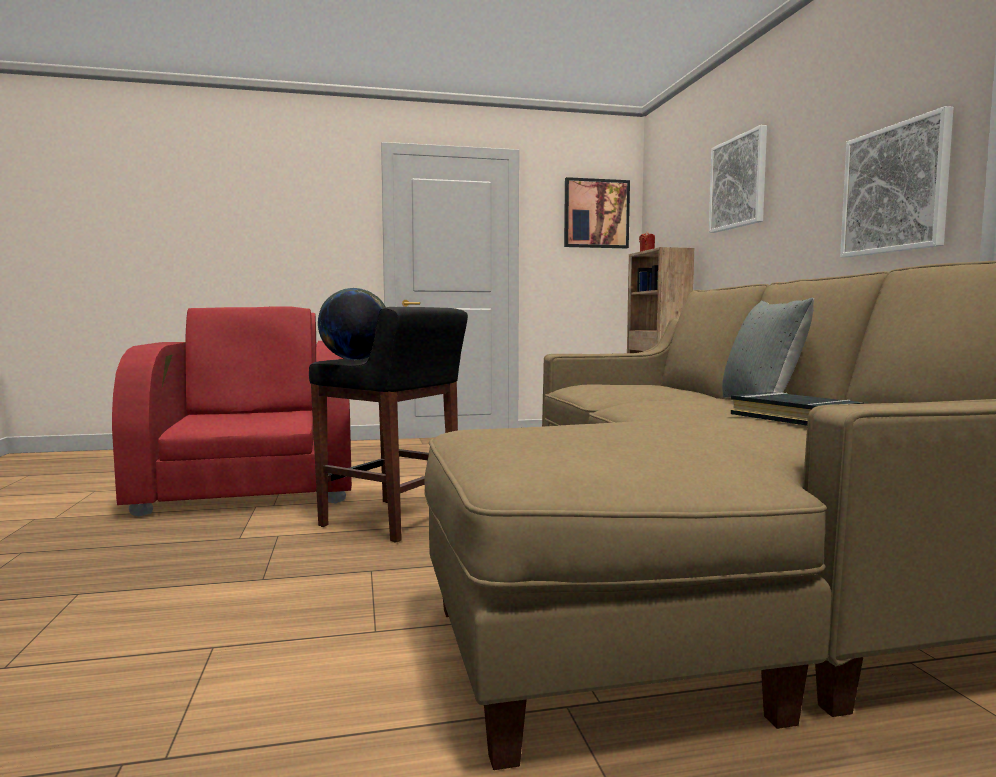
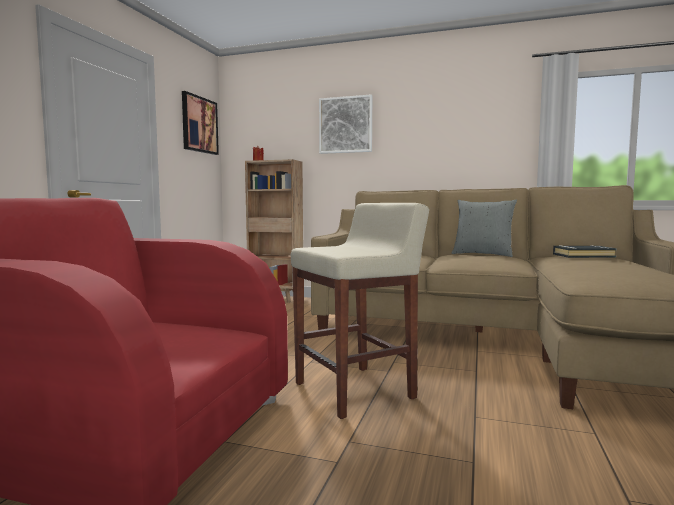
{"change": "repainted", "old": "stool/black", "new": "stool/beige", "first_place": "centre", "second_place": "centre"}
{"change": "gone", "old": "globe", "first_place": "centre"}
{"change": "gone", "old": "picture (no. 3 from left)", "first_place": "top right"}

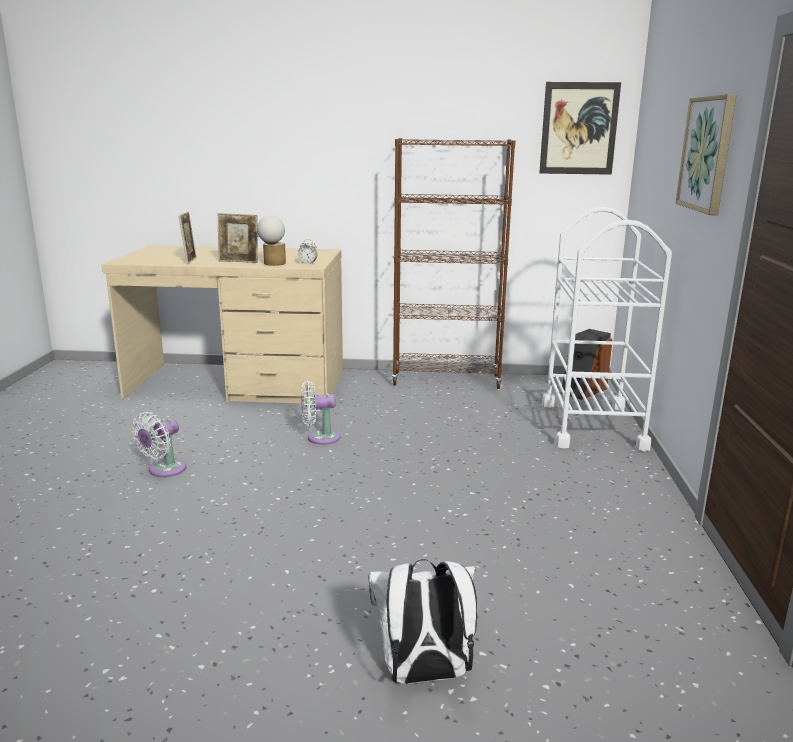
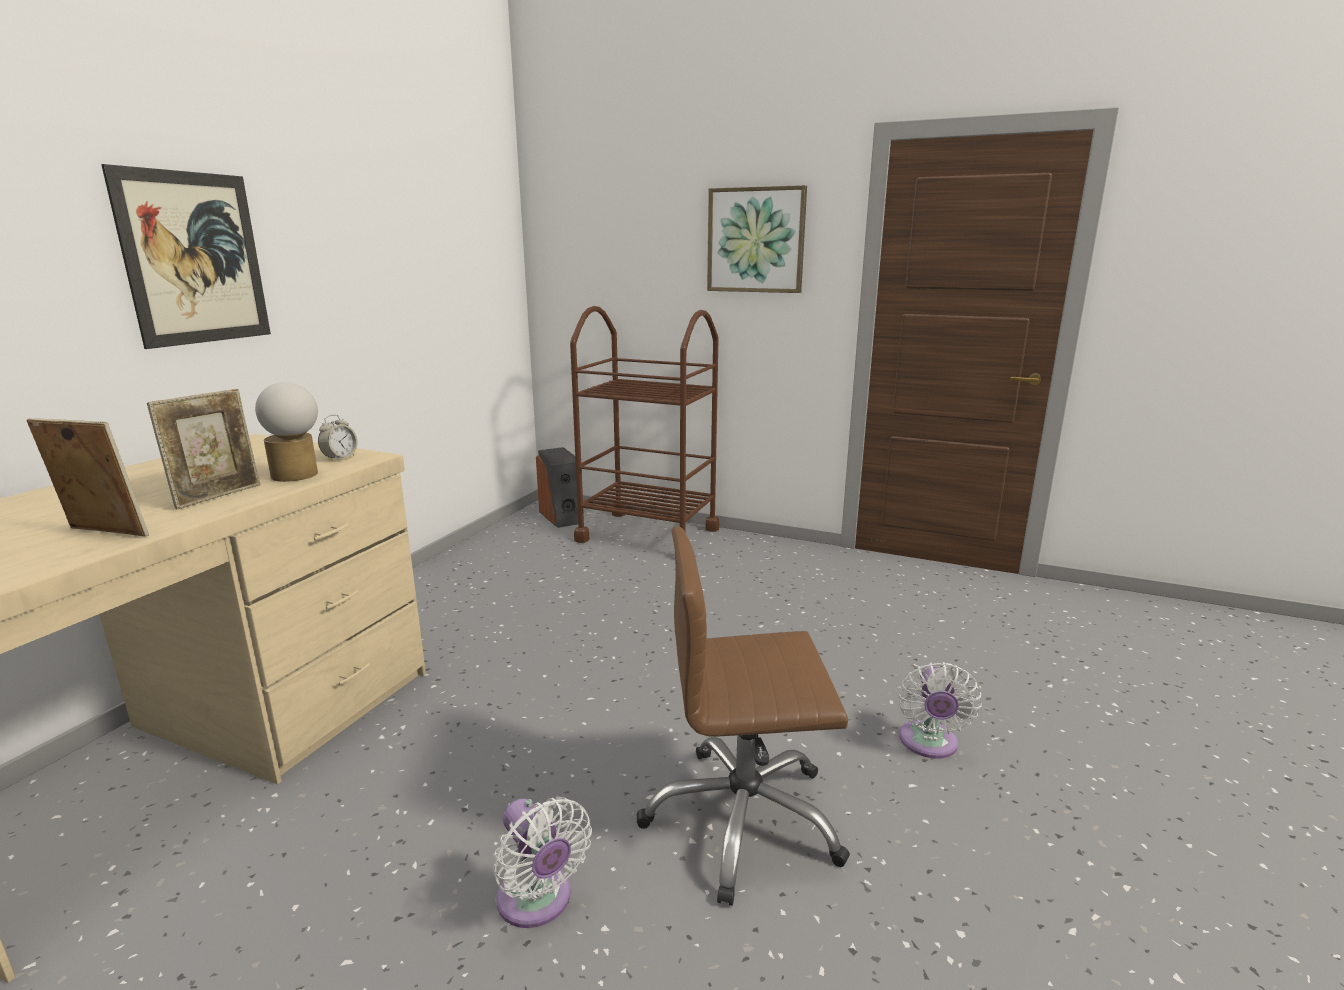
{"change": "shifted", "old": "fan/white (no. 2 from left)", "first_place": "centre", "second_place": "bottom right"}
{"change": "gone", "old": "backpack/white", "first_place": "bottom centre"}
{"change": "gone", "old": "bookcase/brown", "first_place": "centre"}
{"change": "shifted", "old": "picture (no. 1 from left)", "first_place": "top right", "second_place": "top left"}
{"change": "repainted", "old": "cart/white", "new": "cart/brown", "first_place": "middle right", "second_place": "centre"}
{"change": "new", "new": "office chair/brown", "second_place": "bottom centre"}

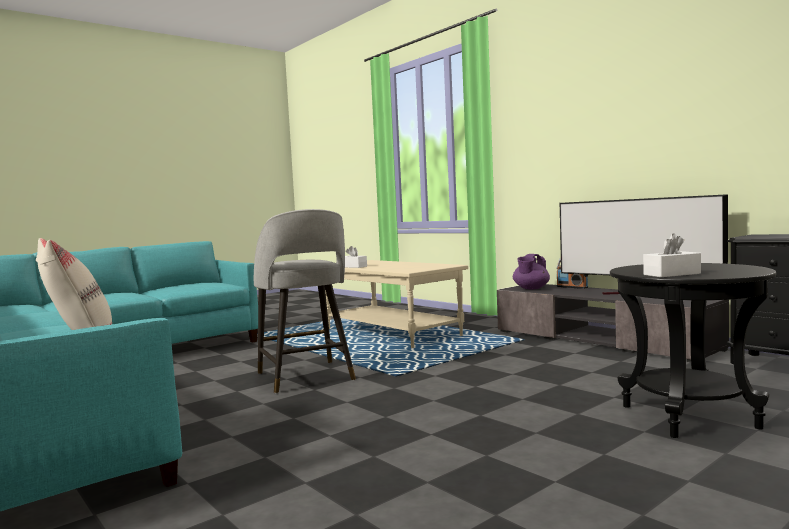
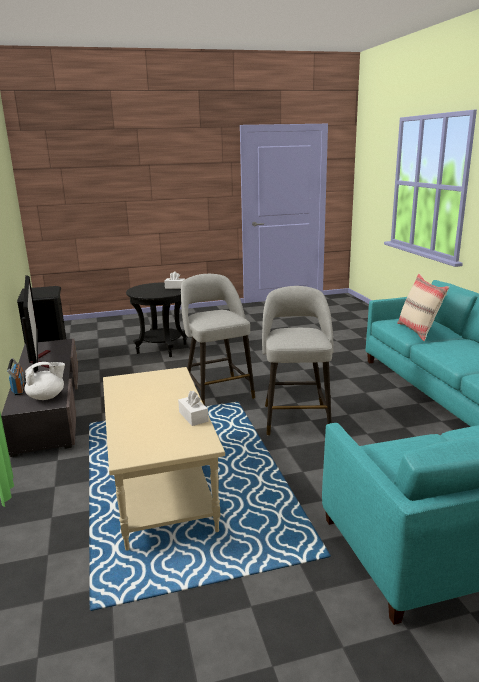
{"change": "repainted", "old": "teapot/purple", "new": "teapot/white", "first_place": "middle right", "second_place": "middle left"}
{"change": "new", "new": "stool/grey (no. 1 from left)", "second_place": "centre"}

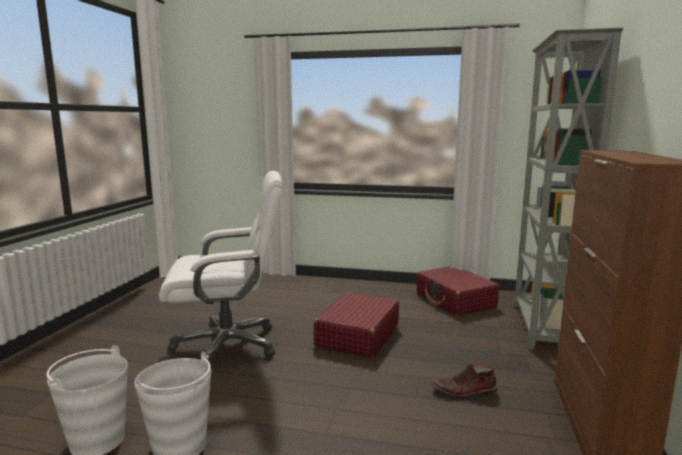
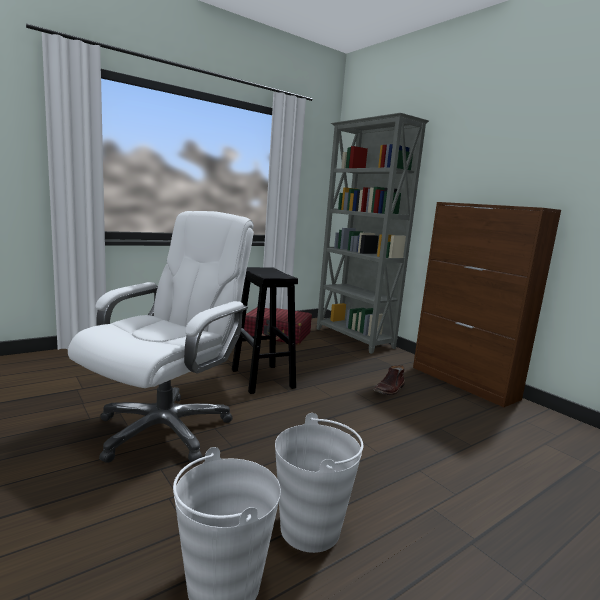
{"change": "swapped", "old": "suitcase/red (no. 1 from left)", "new": "stool/black", "first_place": "bottom centre", "second_place": "centre"}

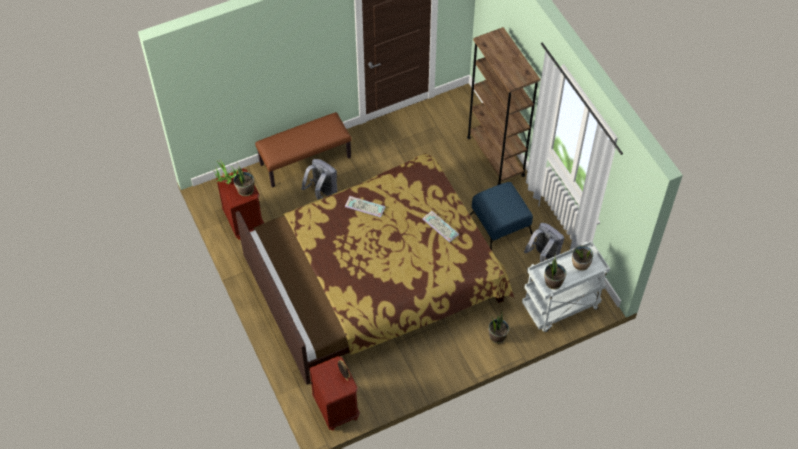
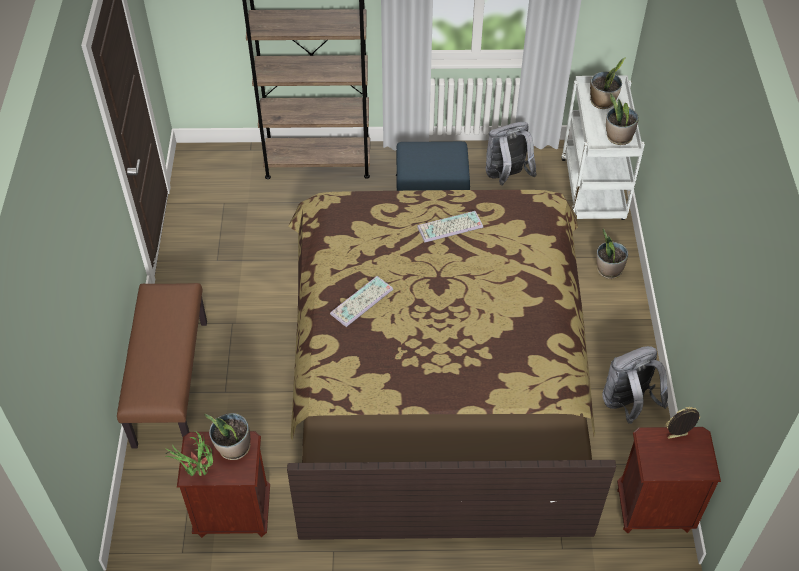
{"change": "shifted", "old": "backpack/grey (no. 1 from left in the first image)", "new": "backpack/grey (no. 2 from left)", "first_place": "centre", "second_place": "bottom right"}

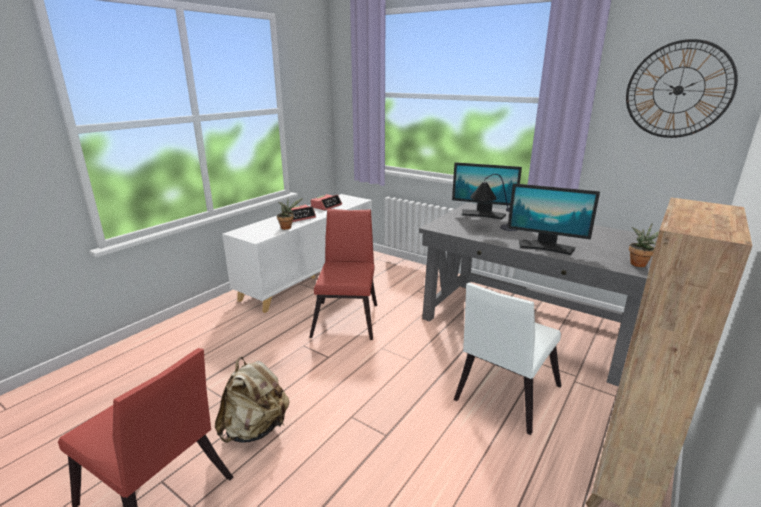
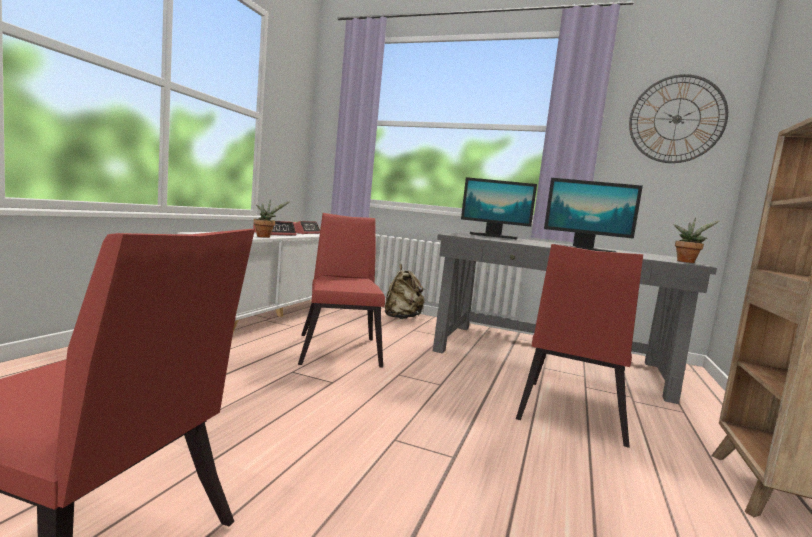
{"change": "shifted", "old": "backpack/beige", "first_place": "bottom left", "second_place": "centre"}
{"change": "repainted", "old": "chair/white", "new": "chair/red (no. 3 from left)", "first_place": "bottom centre", "second_place": "middle right"}
{"change": "gone", "old": "table lamp", "first_place": "centre"}

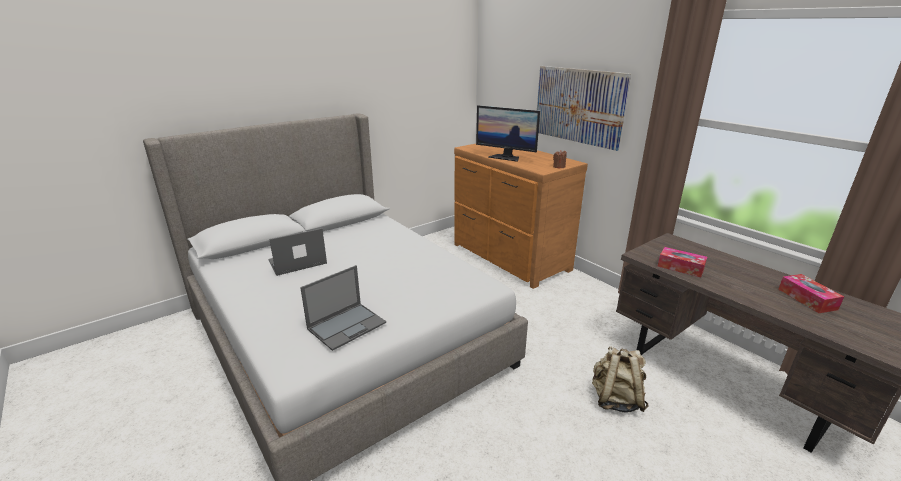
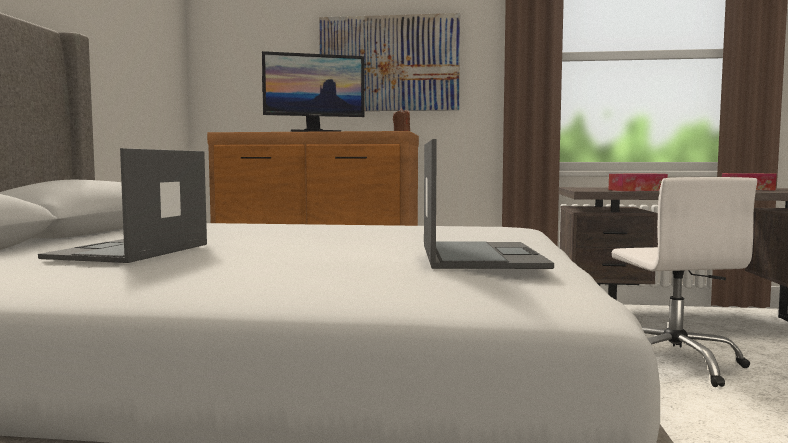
{"change": "swapped", "old": "backpack/beige", "new": "office chair/white", "first_place": "bottom right", "second_place": "middle right"}

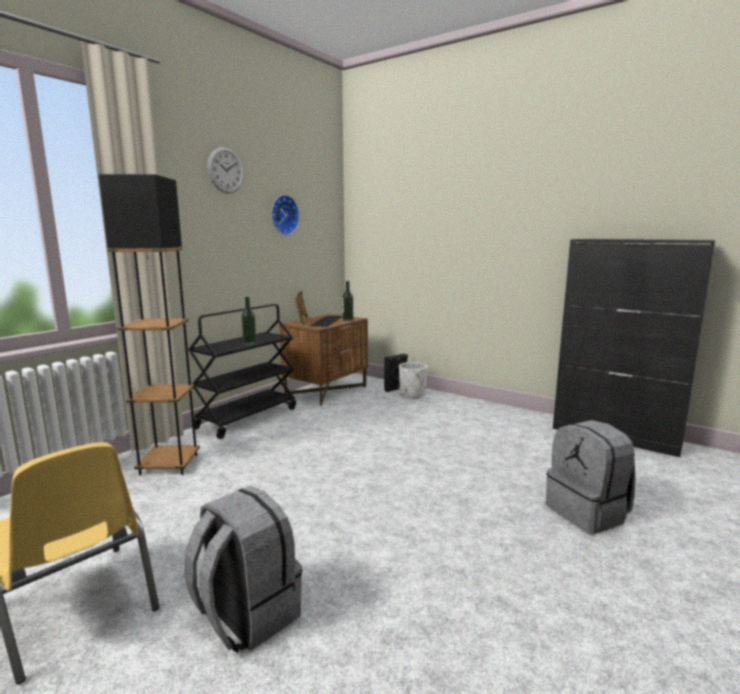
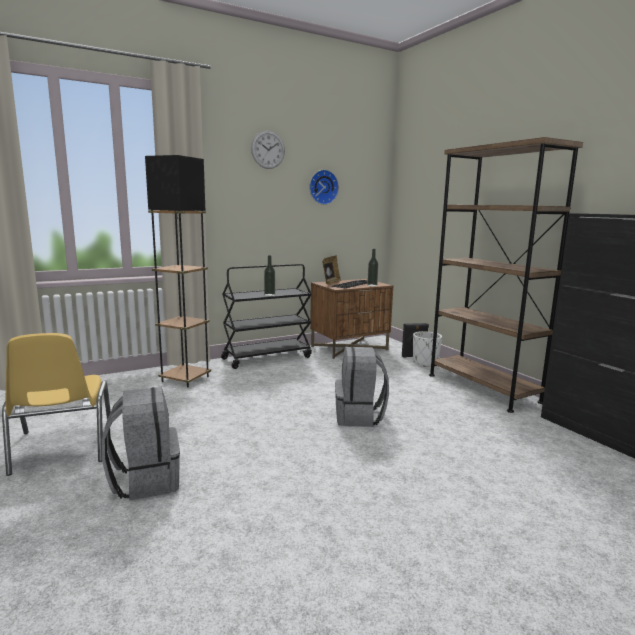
{"change": "shifted", "old": "backpack/grey (no. 2 from left)", "first_place": "bottom right", "second_place": "centre"}
{"change": "new", "new": "bookcase/brown", "second_place": "middle right"}

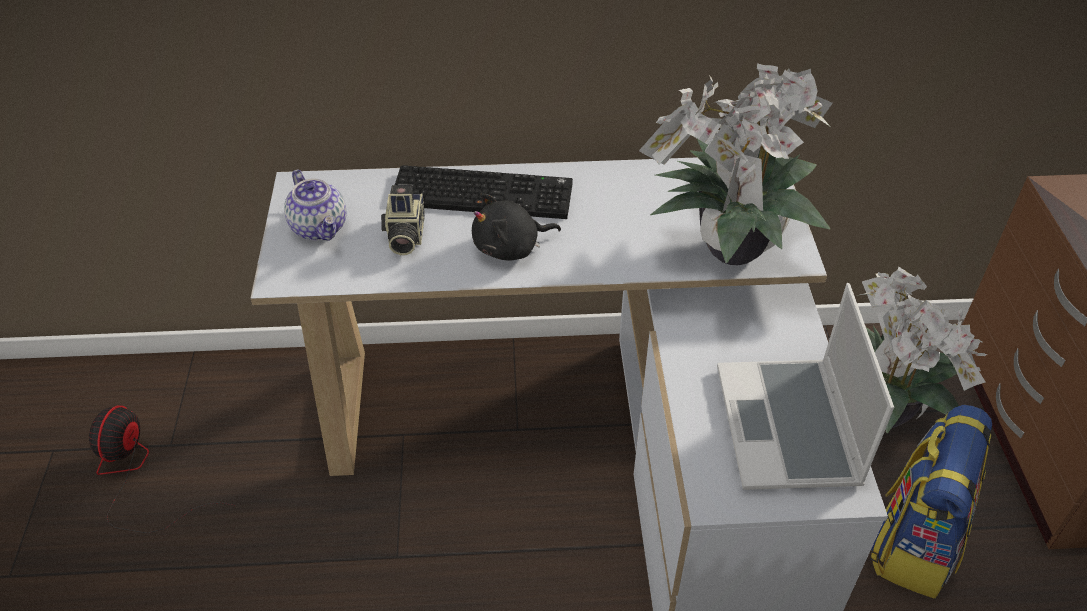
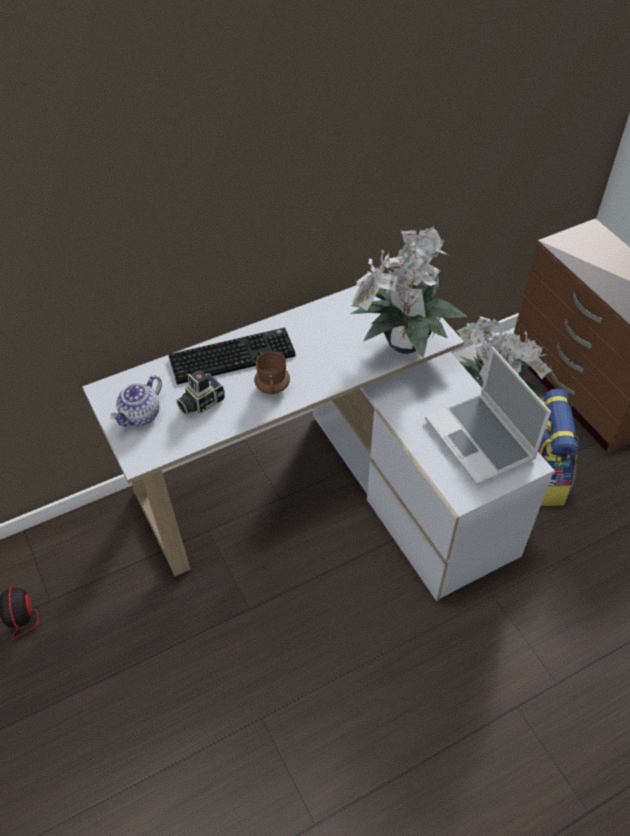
{"change": "rotated", "old": "teapot", "first_place": "middle left", "second_place": "middle left", "degrees": 90}
{"change": "rotated", "old": "photo camera", "first_place": "centre", "second_place": "middle left", "degrees": 75}
{"change": "swapped", "old": "plush toy/black", "new": "mug/brown", "first_place": "centre", "second_place": "centre"}

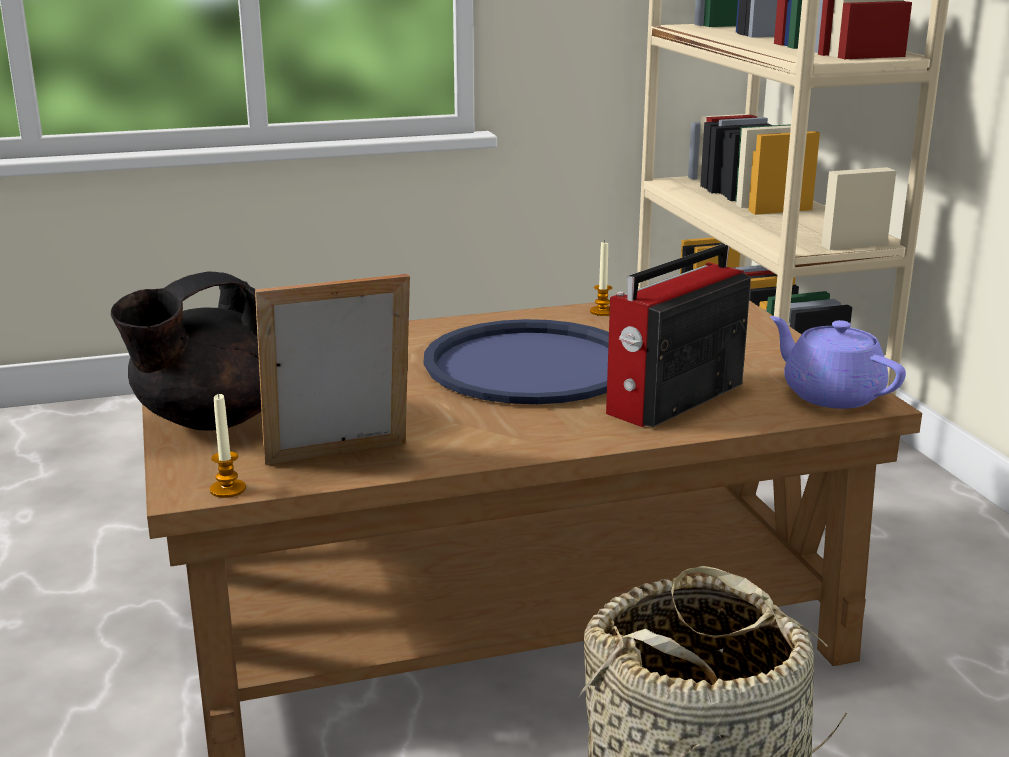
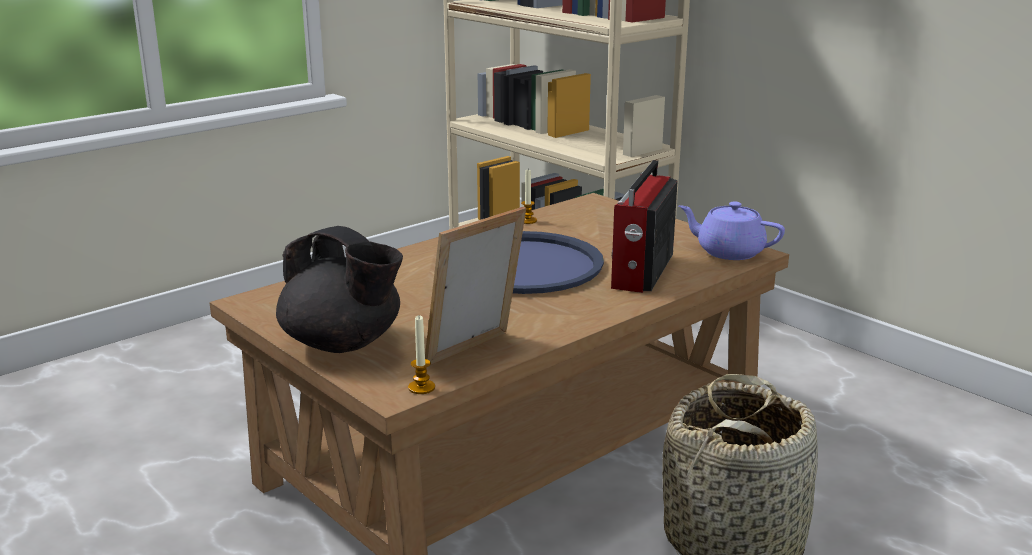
{"change": "rotated", "old": "teapot/black", "first_place": "middle left", "second_place": "middle left", "degrees": -75}

